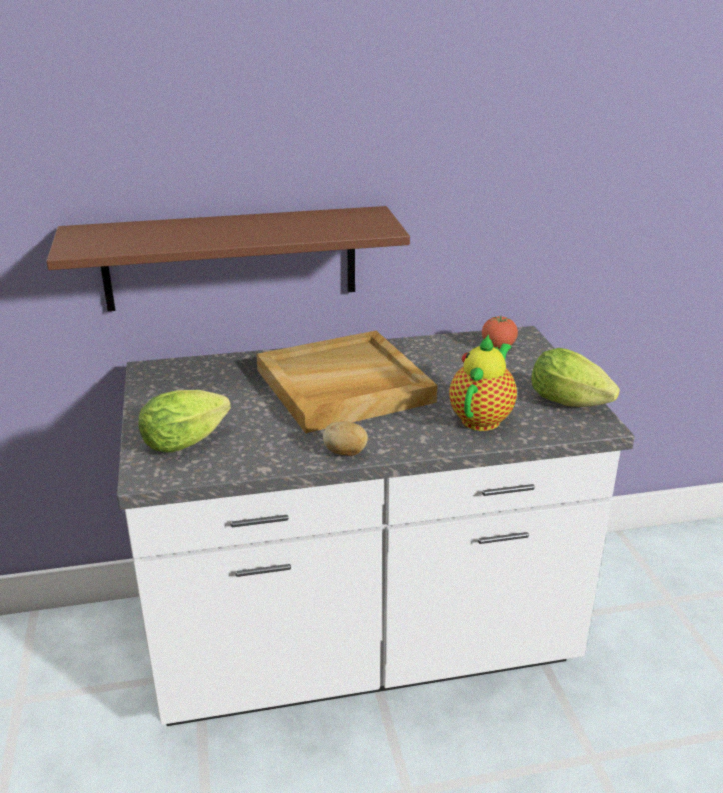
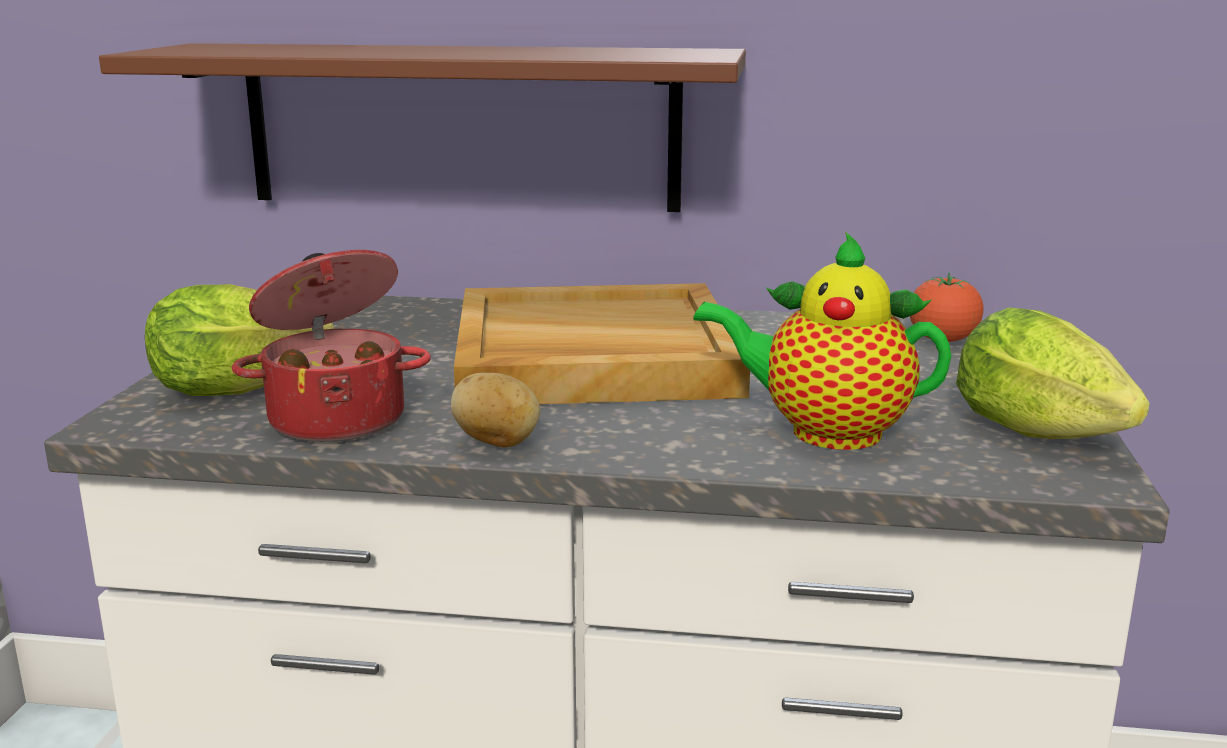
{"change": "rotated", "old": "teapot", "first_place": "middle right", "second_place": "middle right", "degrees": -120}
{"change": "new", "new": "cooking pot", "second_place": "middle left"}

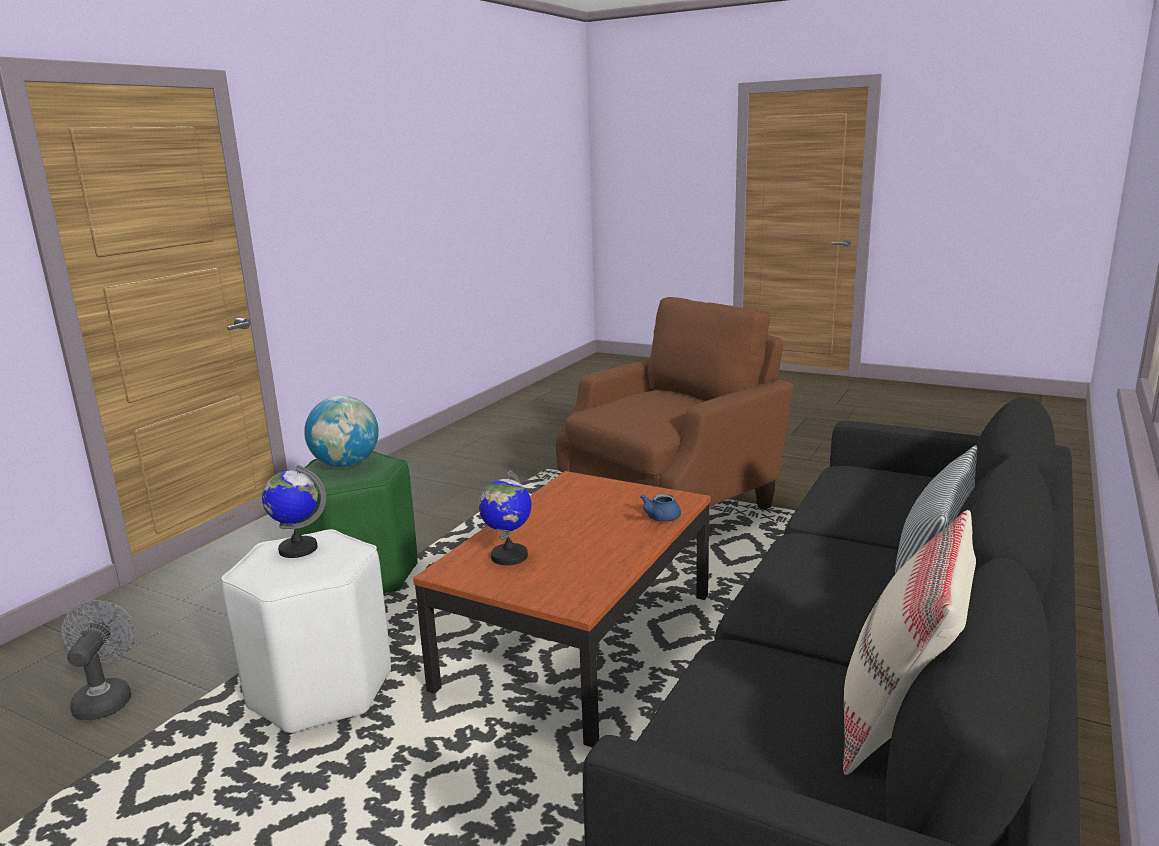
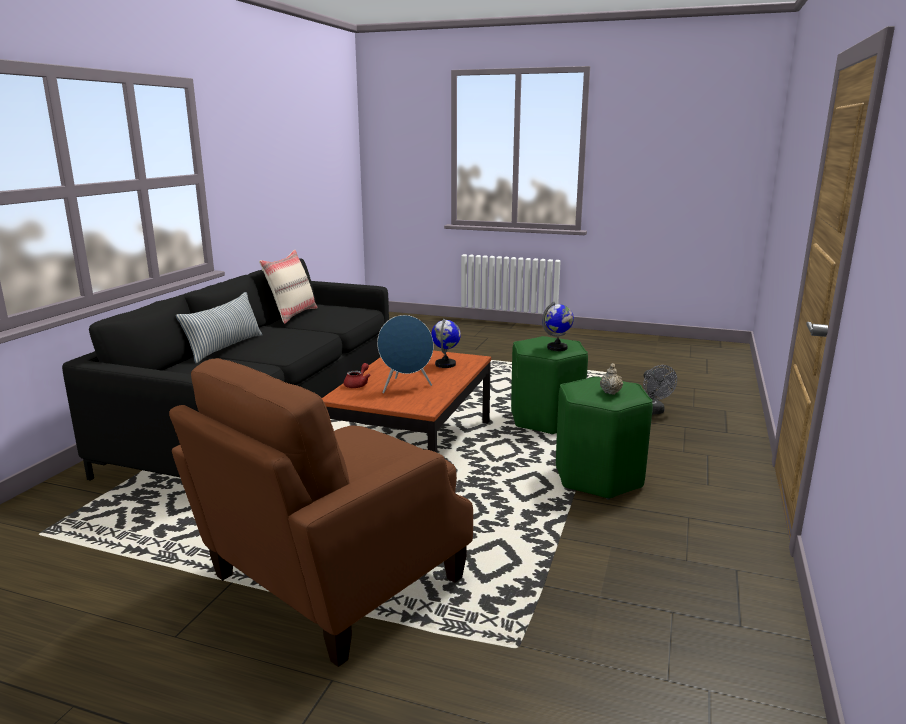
{"change": "repainted", "old": "stool/white", "new": "stool/green (no. 1 from left)", "first_place": "bottom left", "second_place": "centre"}
{"change": "swapped", "old": "globe (no. 2 from left)", "new": "teapot/beige", "first_place": "middle left", "second_place": "middle right"}
{"change": "repainted", "old": "teapot/blue", "new": "teapot/red", "first_place": "centre", "second_place": "centre"}
{"change": "new", "new": "speaker/blue", "second_place": "centre"}

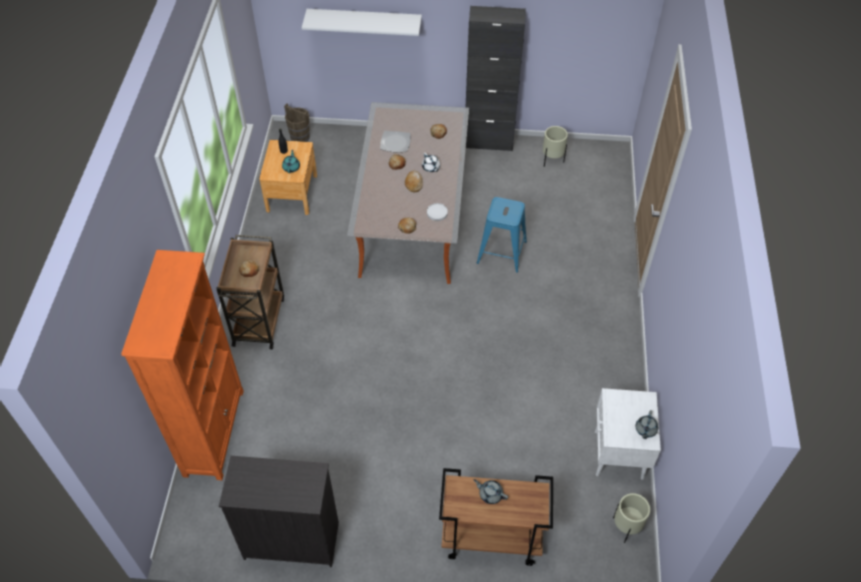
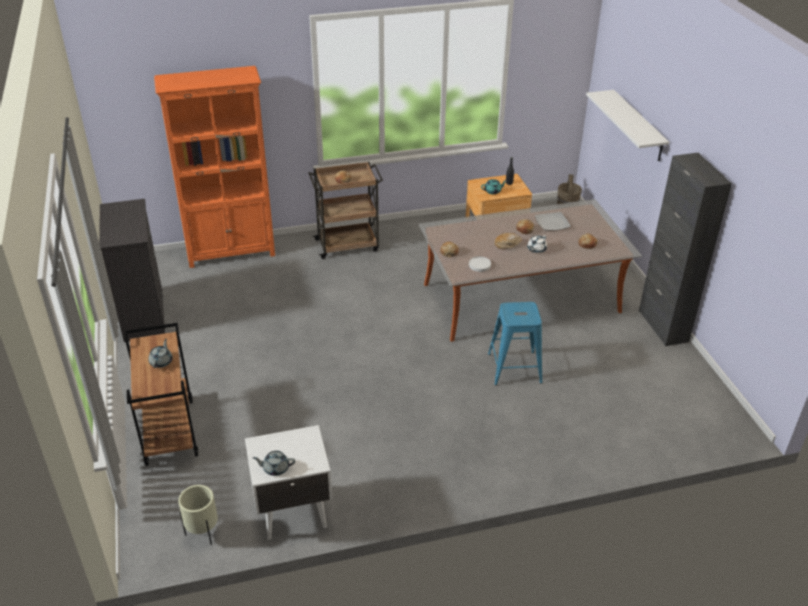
{"change": "gone", "old": "planter/beige (no. 1 from left)", "first_place": "top centre"}

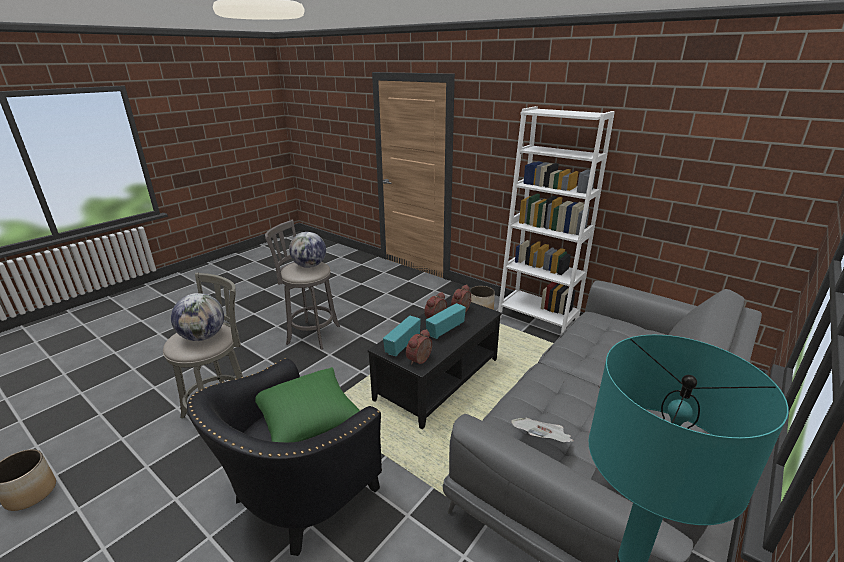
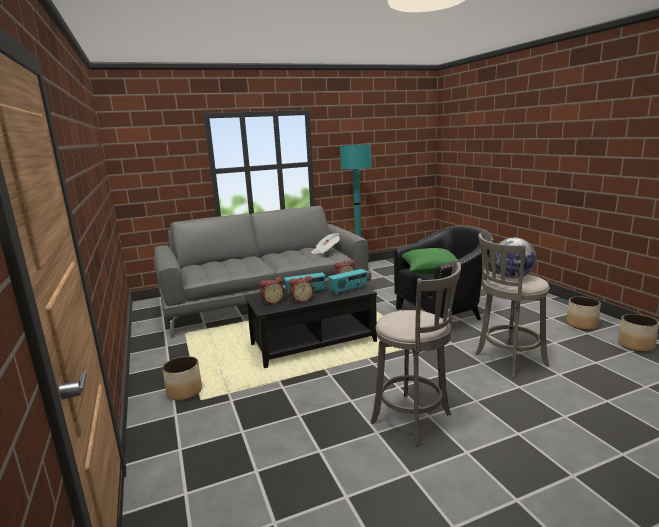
{"change": "gone", "old": "globe (no. 2 from left)", "first_place": "centre"}
{"change": "gone", "old": "bookcase/white", "first_place": "centre"}
{"change": "new", "new": "planter (no. 2 from left)", "second_place": "middle right"}

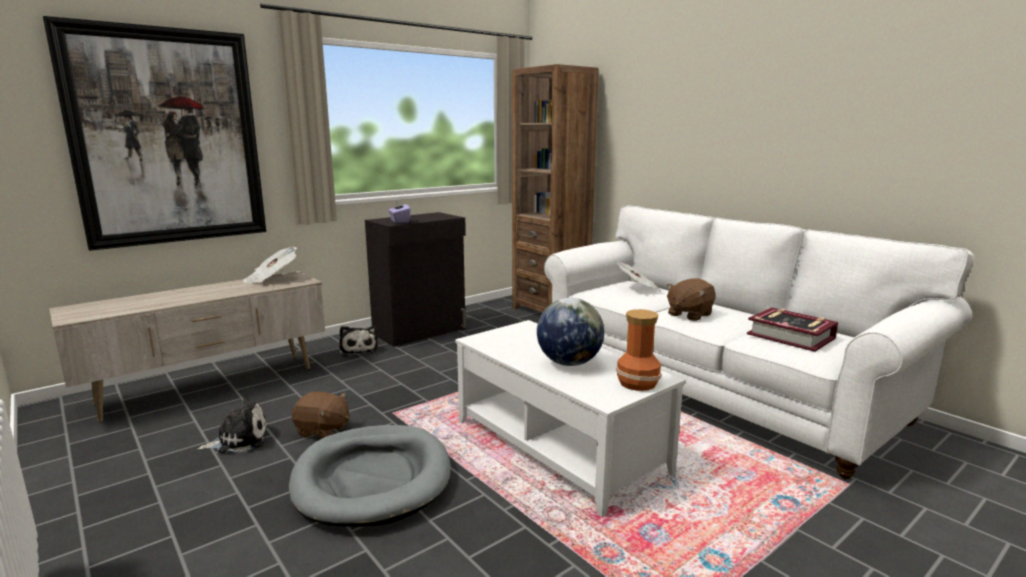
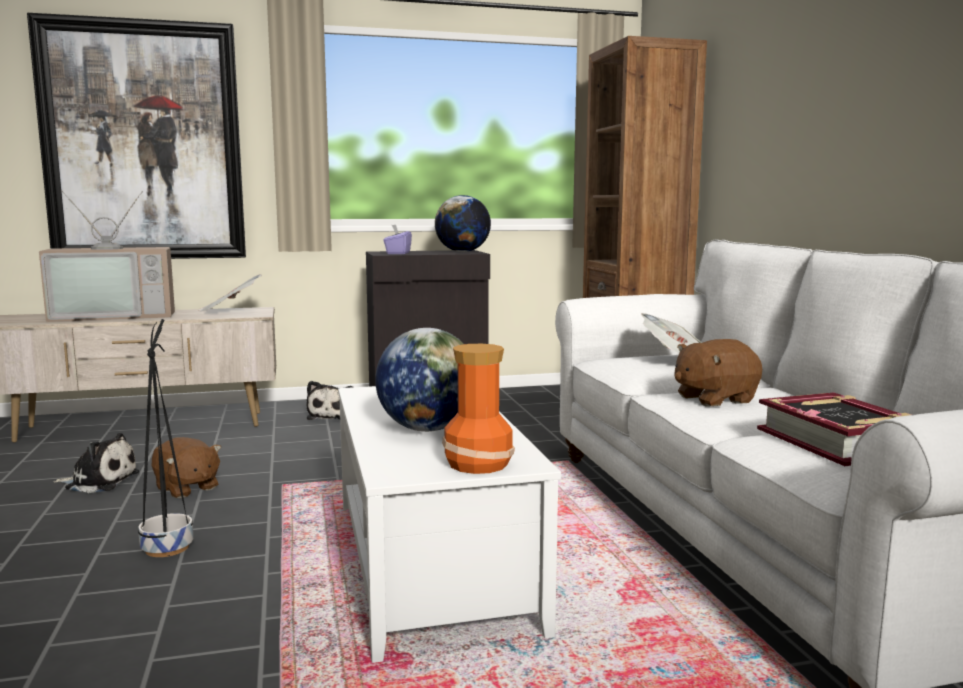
{"change": "swapped", "old": "dog bed/grey", "new": "planter/black", "first_place": "bottom centre", "second_place": "middle left"}
{"change": "new", "new": "television", "second_place": "middle left"}
{"change": "new", "new": "globe (no. 2 from left)", "second_place": "top centre"}

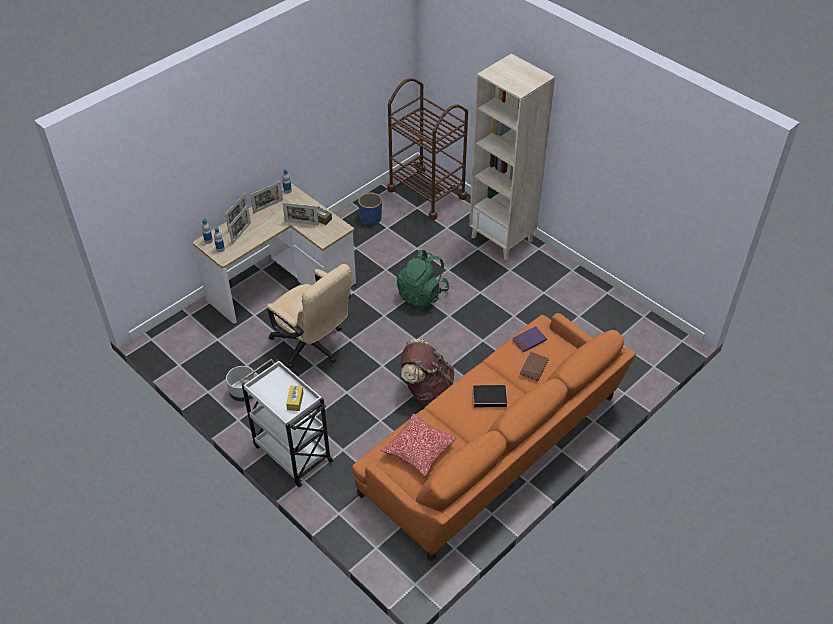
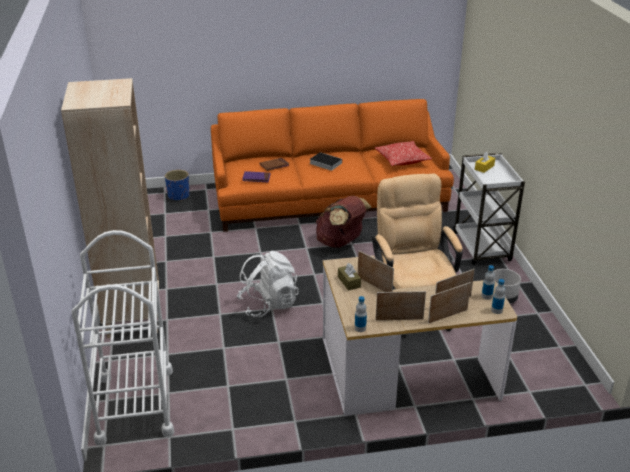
{"change": "shifted", "old": "planter/blue", "first_place": "centre", "second_place": "middle left"}
{"change": "repainted", "old": "cart/brown", "new": "cart/white (no. 1 from left)", "first_place": "top centre", "second_place": "bottom left"}
{"change": "repainted", "old": "backpack/green", "new": "backpack/white", "first_place": "centre", "second_place": "centre"}

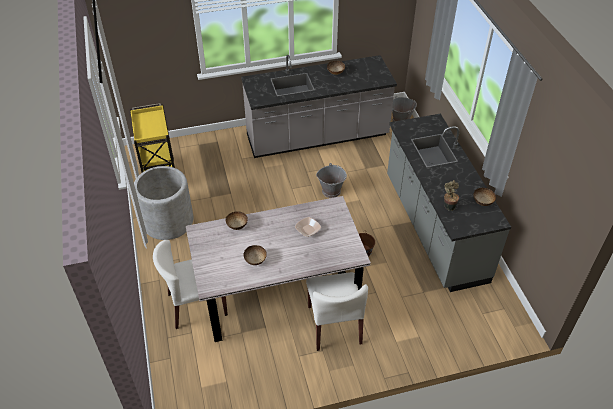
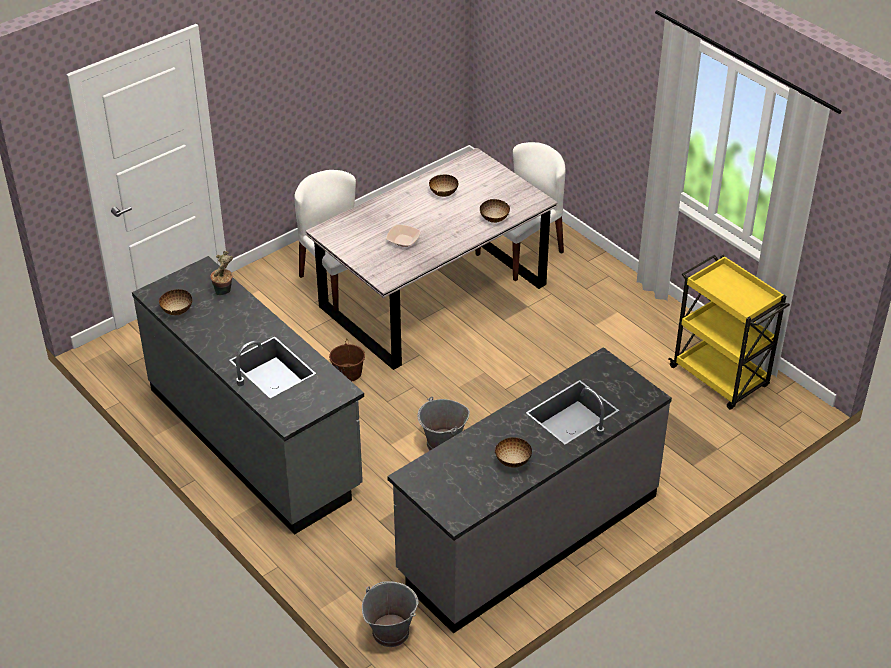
{"change": "gone", "old": "planter/grey", "first_place": "middle left"}

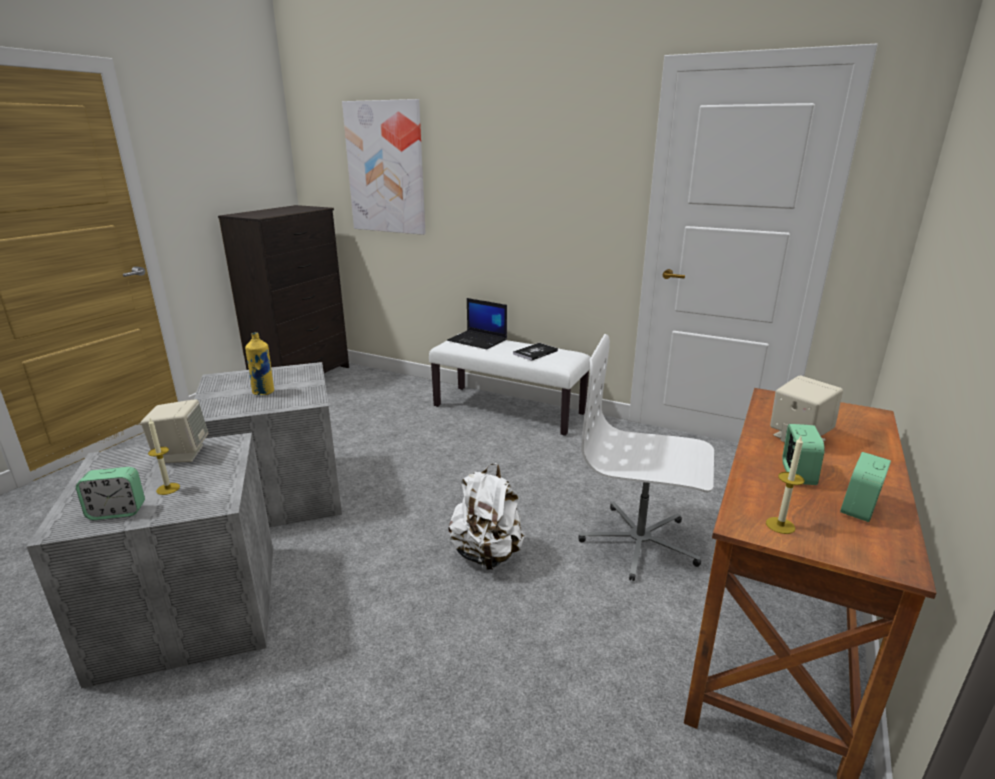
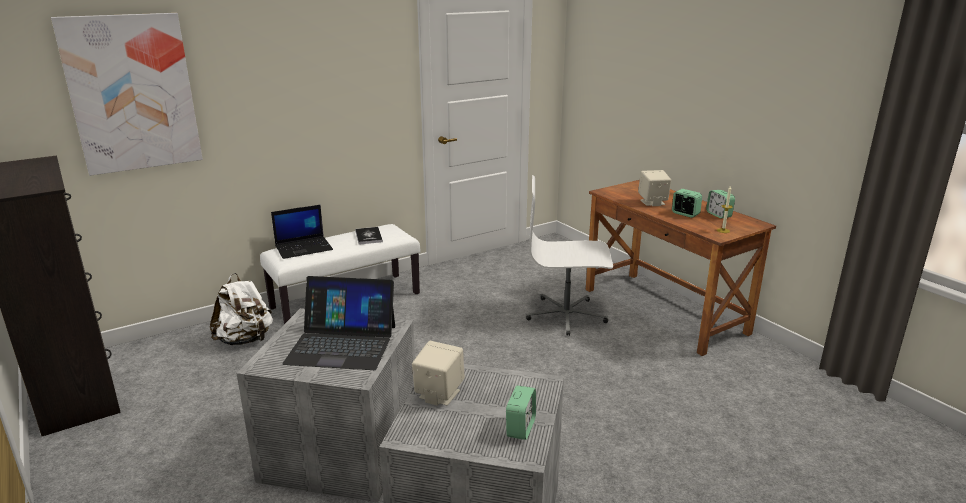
{"change": "gone", "old": "candle (no. 1 from left)", "first_place": "middle left"}
{"change": "swapped", "old": "bottle/yellow", "new": "laptop (no. 2 from left)", "first_place": "middle left", "second_place": "centre"}
{"change": "shifted", "old": "backpack/white", "first_place": "centre", "second_place": "middle left"}
{"change": "rotated", "old": "office chair/white", "first_place": "centre", "second_place": "centre", "degrees": 45}

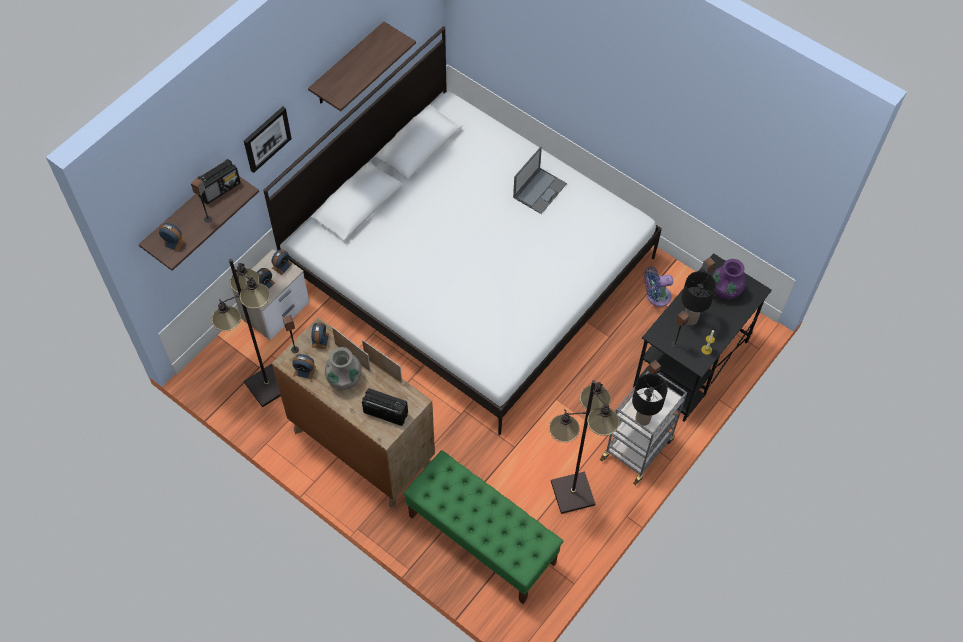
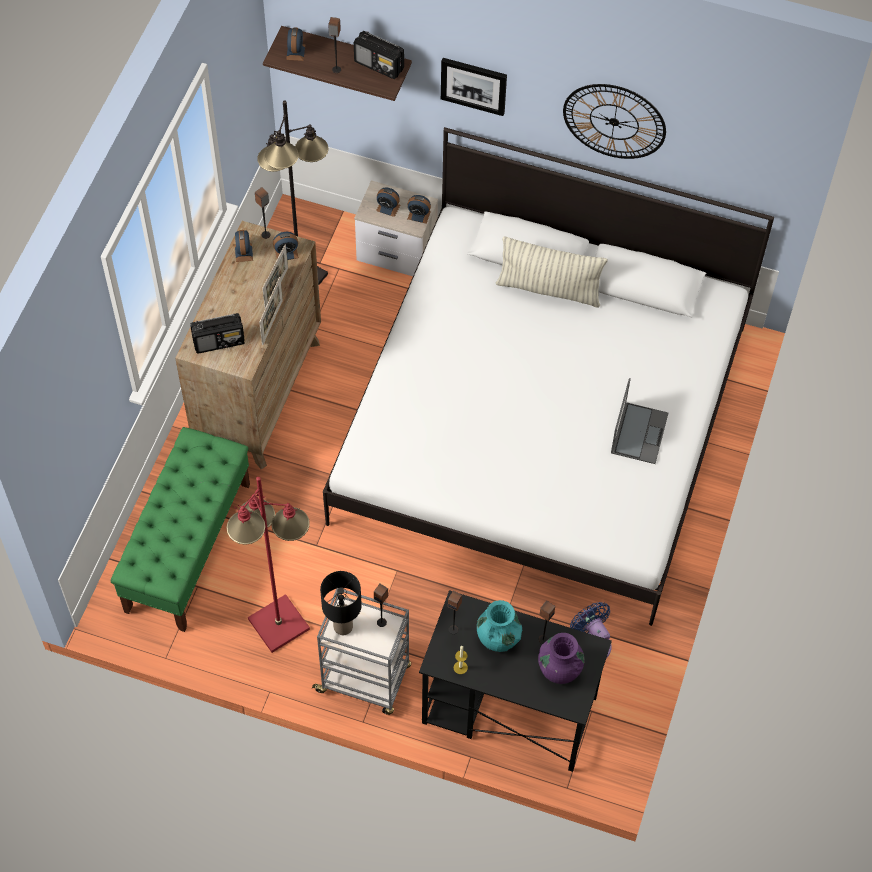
{"change": "swapped", "old": "shelf (no. 2 from left)", "new": "wall clock", "first_place": "top centre", "second_place": "top right"}
{"change": "gone", "old": "vase/grey", "first_place": "centre"}
{"change": "rotated", "old": "radio (no. 2 from left in the first image)", "first_place": "centre", "second_place": "middle left", "degrees": 75}
{"change": "rotated", "old": "laptop", "first_place": "top centre", "second_place": "middle right", "degrees": -90}
{"change": "repainted", "old": "floor lamp/black (no. 2 from left)", "new": "floor lamp/red", "first_place": "bottom centre", "second_place": "middle left"}
{"change": "swapped", "old": "table lamp/black (no. 2 from left)", "new": "vase/turquoise", "first_place": "middle right", "second_place": "bottom centre"}
{"change": "new", "new": "pillow", "second_place": "top centre"}

